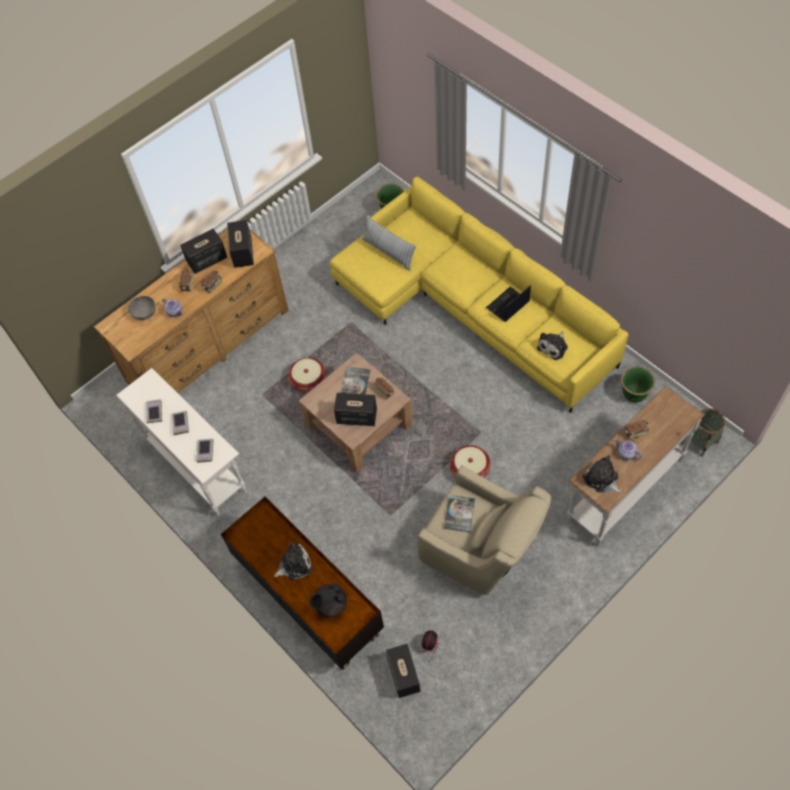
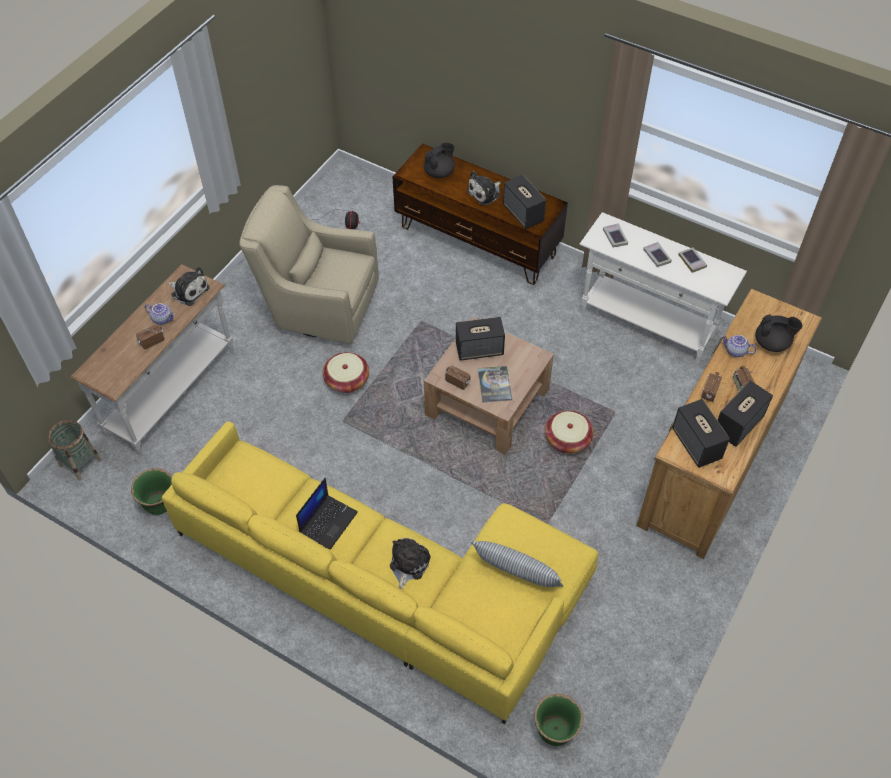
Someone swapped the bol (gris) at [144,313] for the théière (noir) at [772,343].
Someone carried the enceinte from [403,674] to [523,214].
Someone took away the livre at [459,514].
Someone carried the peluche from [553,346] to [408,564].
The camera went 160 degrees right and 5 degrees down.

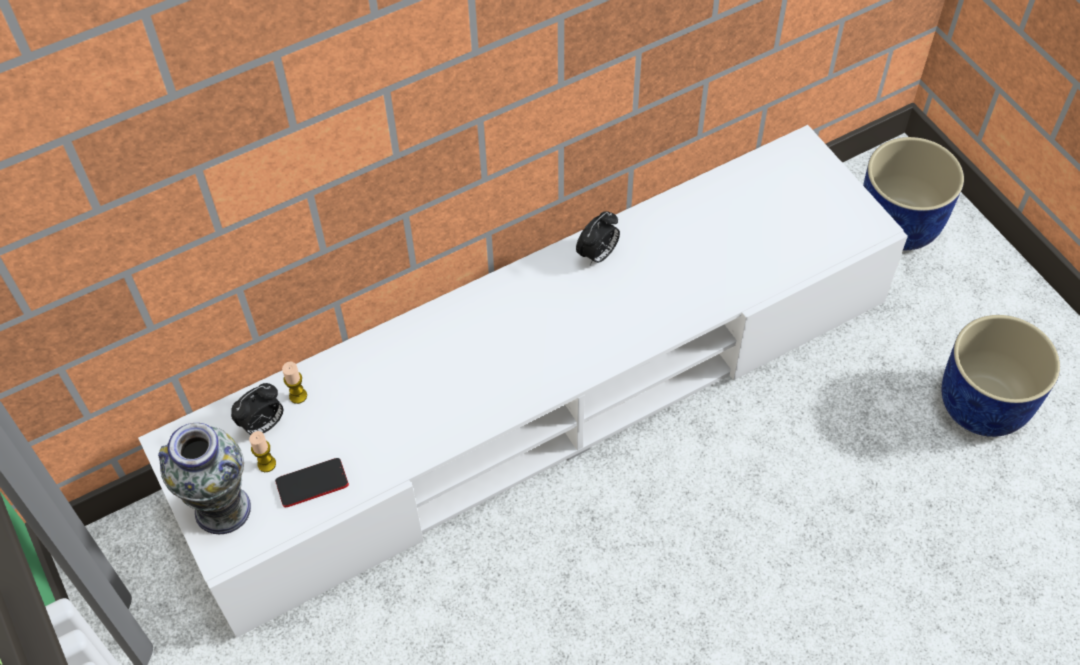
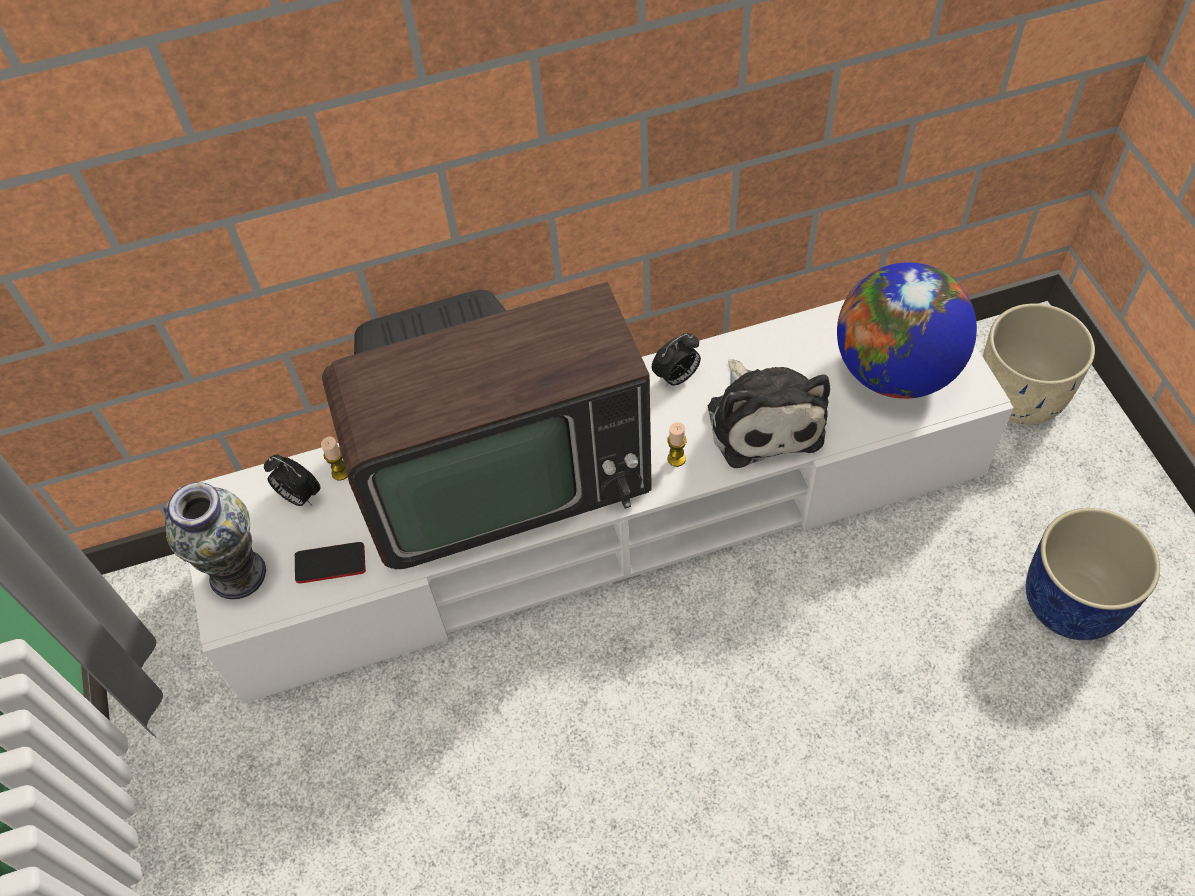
Someone rotated the réveil at [263,425] by 60 degrees clockwise.
Someone carried the bougie from [266,464] to [676,459].
Someone repainted the cache-pot (bleu) at [899,222], which became the cache-pot (beige) at [1020,394].
Someone put down the téléviseur at [497,472].
Someone put down the peluche at [763,419].
Someone put down the globe at [895,371].
The camera went 15 degrees right and 0 degrees up.

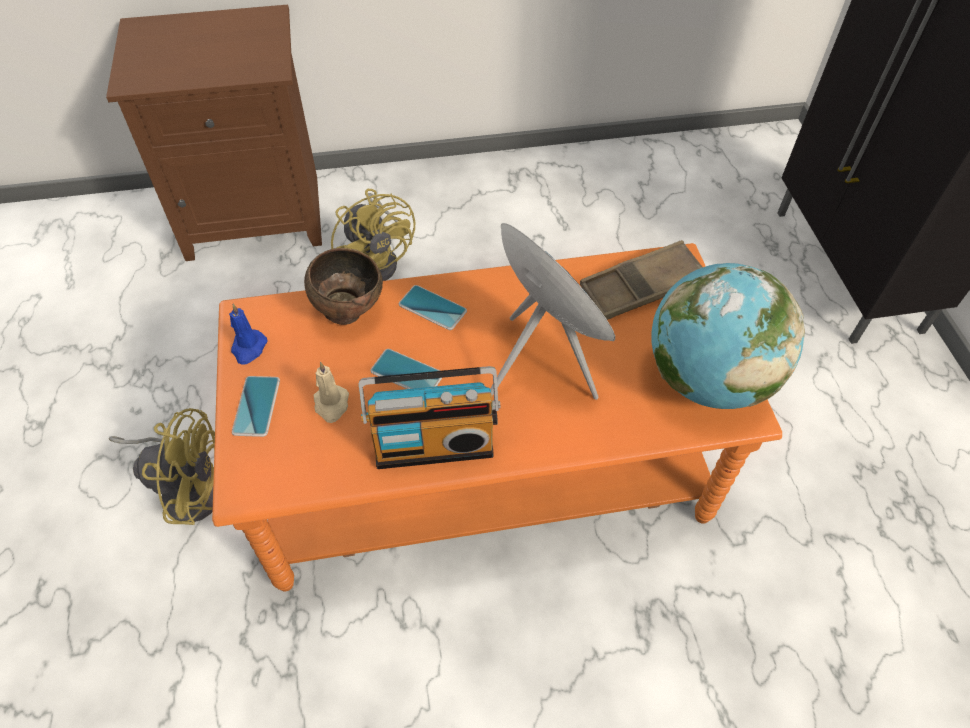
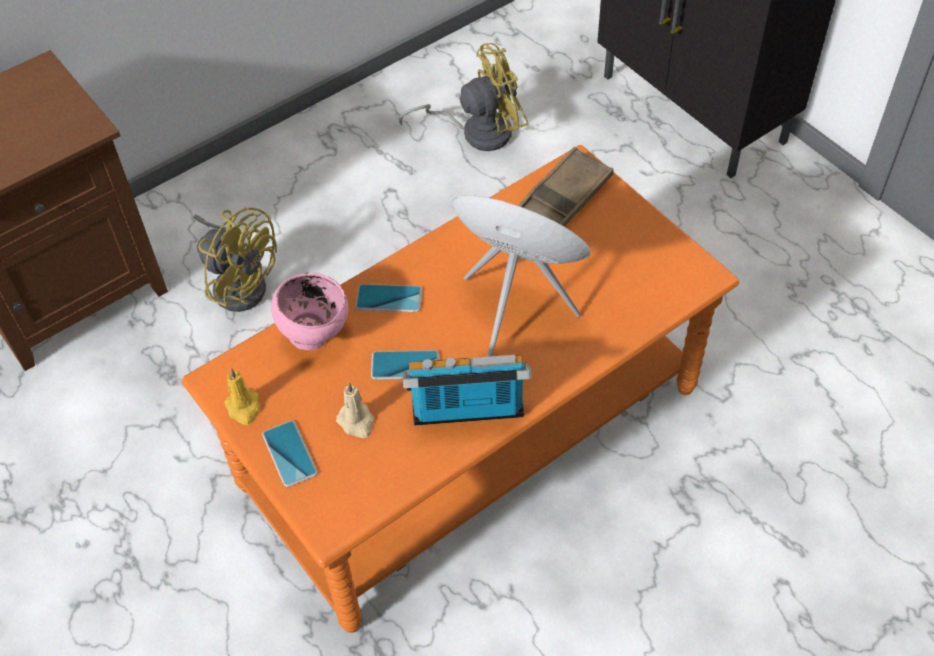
Someone carried the ventilateur (jaune) from [187,487] to [477,131].
Someone repainted the bougie (bleu) at [248,348], which became the bougie (jaune) at [244,408].
Someone repainted the bol (marron) at [349,312], which became the bol (rose) at [314,335].
Someone rotated the radio at [433,443] by 150 degrees counterclockwise.
Someone took away the globe at [707,379].
The camera went 25 degrees left and 0 degrees up.

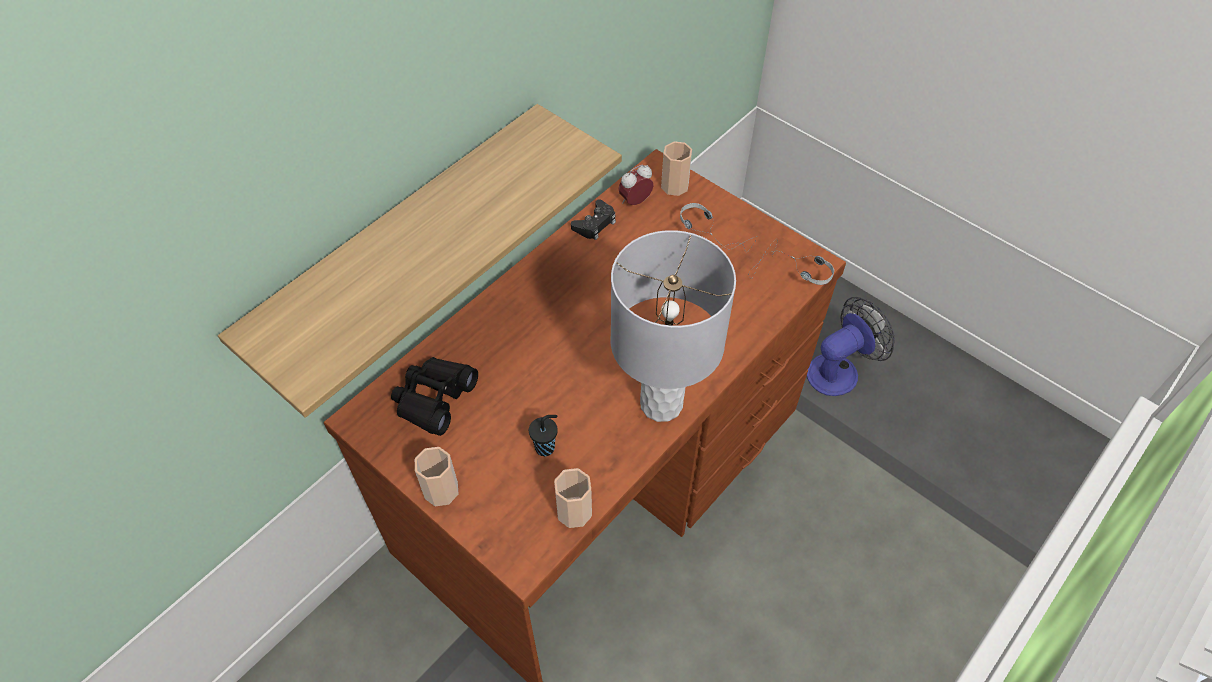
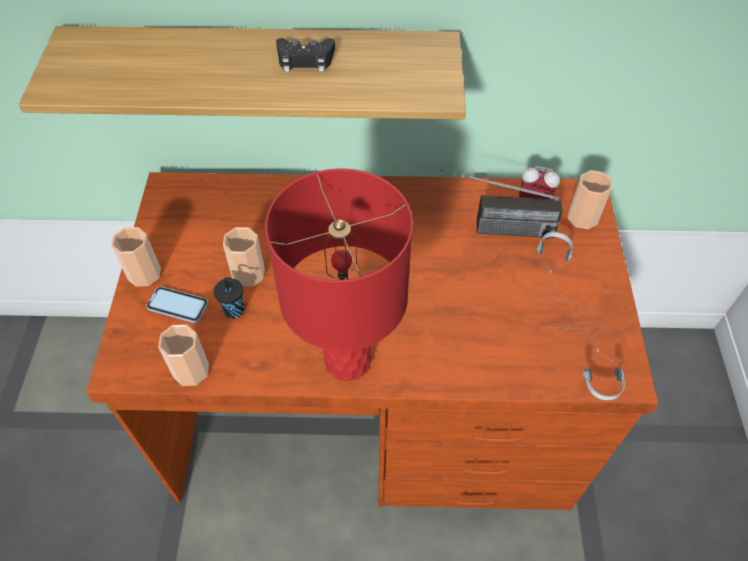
Someone took away the jumelles (noir) at [434,399].
Someone carried the manette (noir) from [595,224] to [305,60].
Someone repainted the lampe de table (gris) at [660,403], which became the lampe de table (rouge) at [347,360].
Someone took away the ventilateur at [839,370].
Someone put down the téléphone at [178,305].
Someone put down the tasse at [248,274].
Someone put down the radio at [493,229].
The camera went 50 degrees right and 0 degrees up.

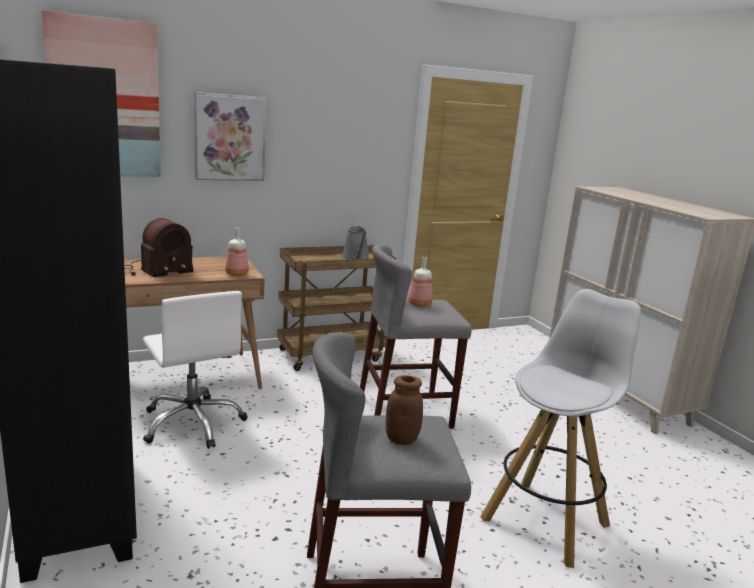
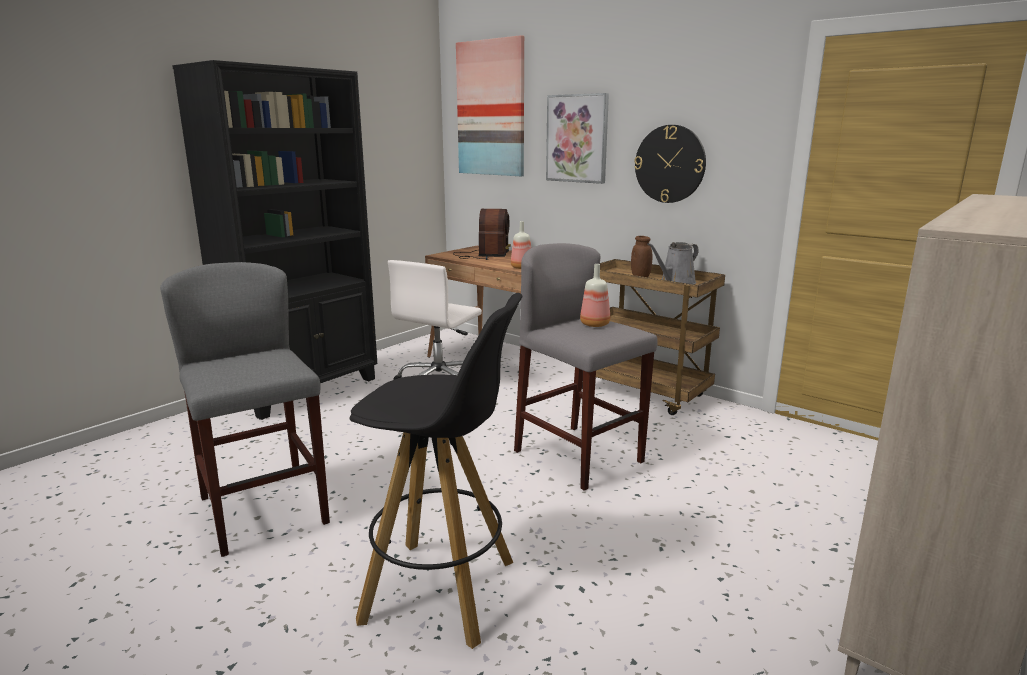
Someone rotated the radio at [155,270] by 105 degrees counterclockwise.
Someone carried the bocal (marron) from [401,439] to [640,276].
Someone repainted the tabouret (blanc) at [546,521], which became the tabouret (noir) at [442,591].
Someone put up the horloge murale at [670,164].
The camera went 65 degrees right and 0 degrees up.

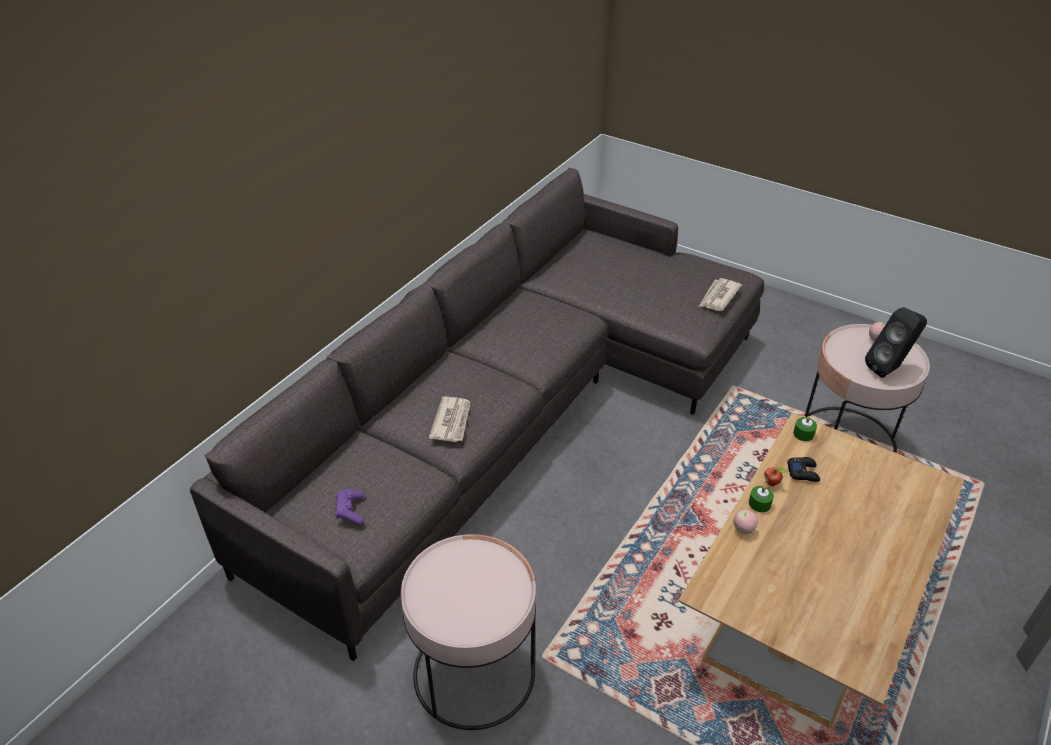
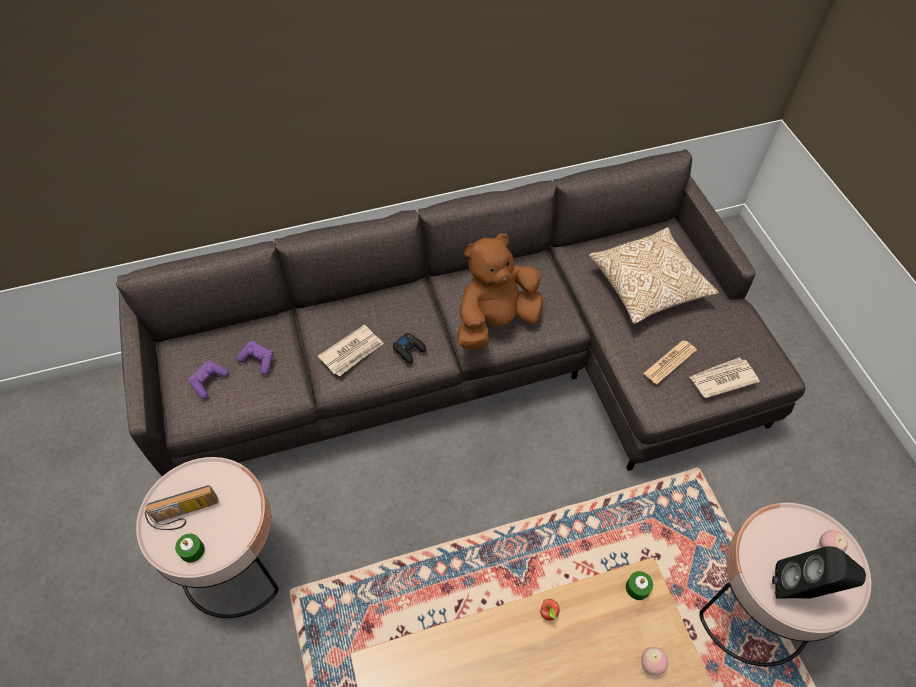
Someone carried the pomme from [743,530] to [651,664].
Someone carried the bougie (vert) from [759,503] to [192,550].
Someone carried the manette (noir) from [803,472] to [409,350].
Someone put down the radio at [185,515].
Someone put down the manette (violet) at [258,361].
Someone put down the peluche (marron) at [495,322].
Someone put down the coussin at [647,286].
Someone put down the journal at [670,362].
The camera went 40 degrees right and 15 degrees up.

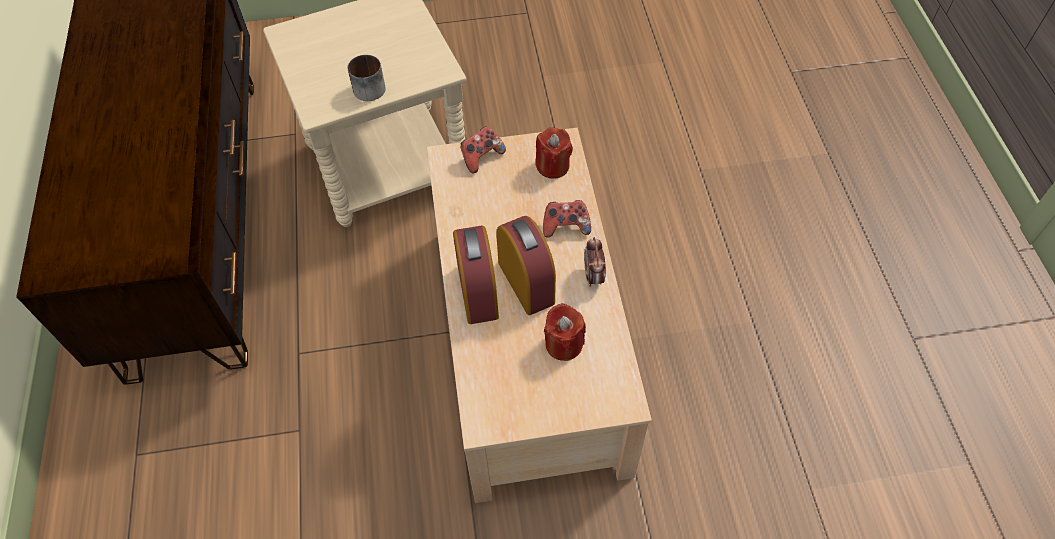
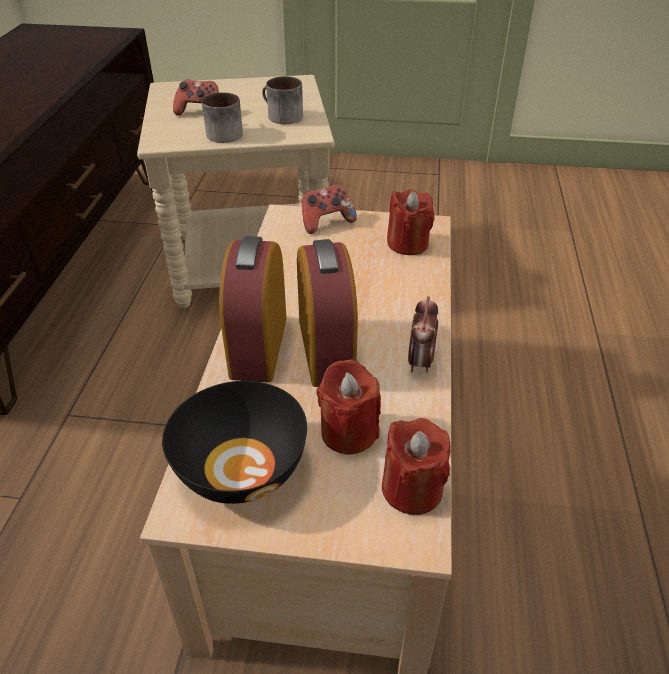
Someone carried the manette from [566,226] to [200,113].
Someone put down the bol (noir) at [241,467].
Someone put down the mug at [280,116].
Someone put down the bougie (rouge) at [412,489].
The camera went 15 degrees right and 15 degrees down.

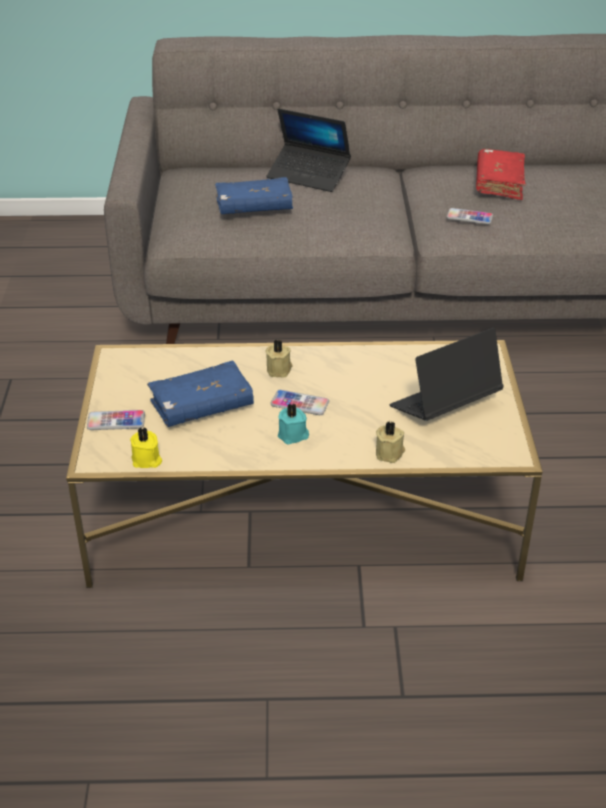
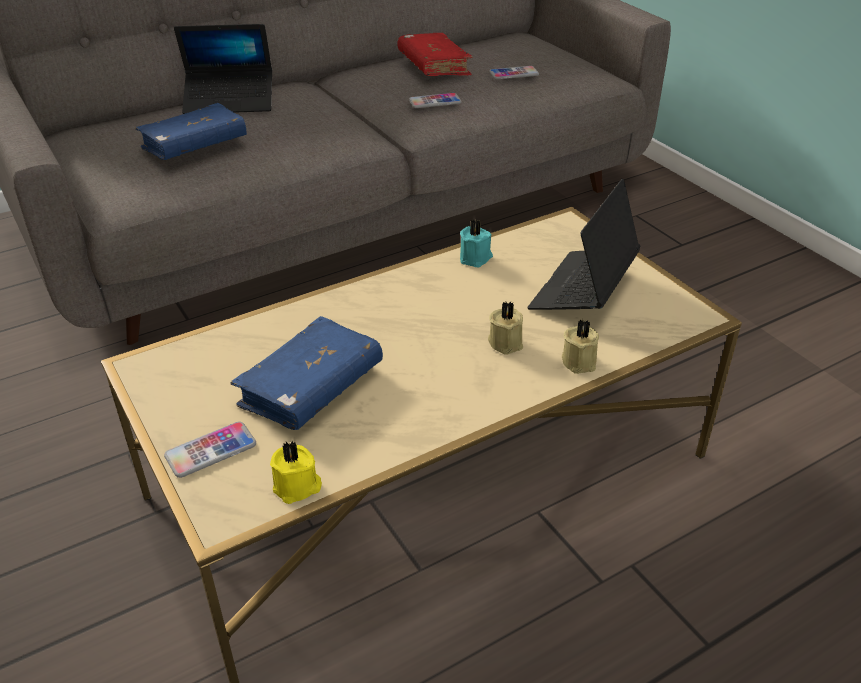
Someone carried the bougie (beige) from [280,369] to [506,342].
Someone carried the téléphone from [299,403] to [513,74].
Someone carried the bougie (turquoise) from [293,435] to [476,258].
The camera went 30 degrees left and 0 degrees up.

